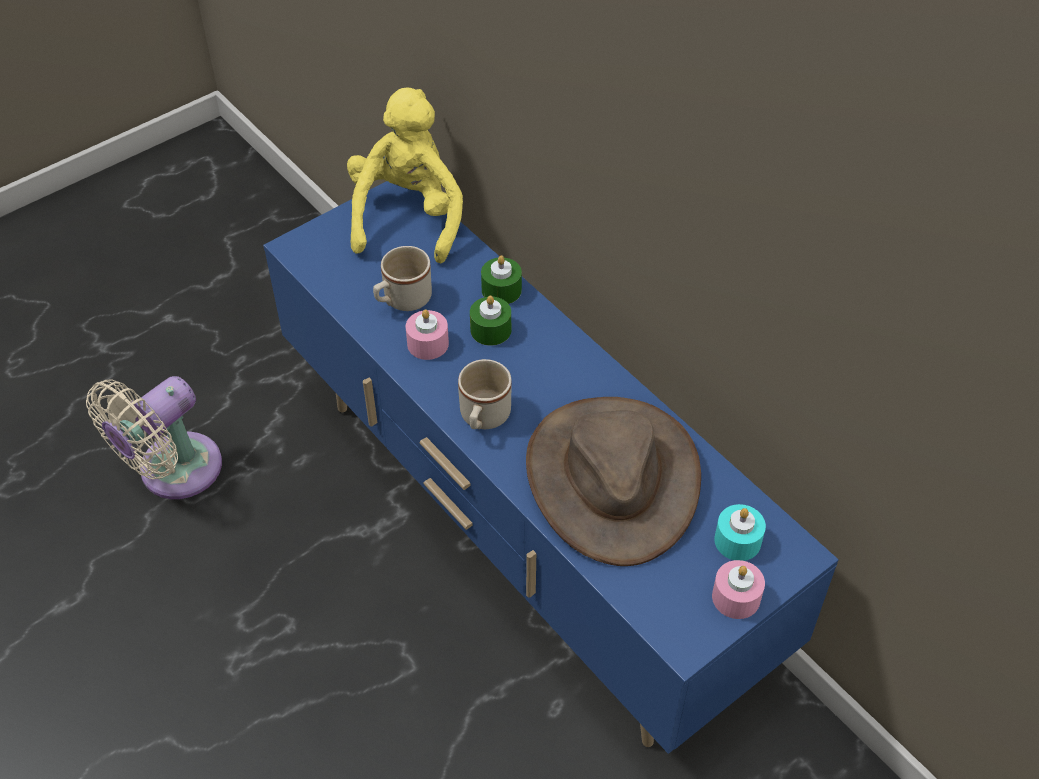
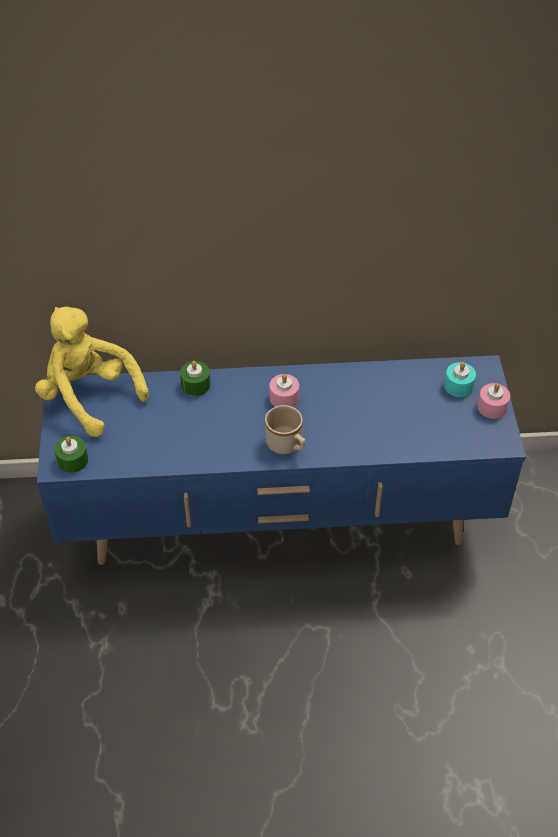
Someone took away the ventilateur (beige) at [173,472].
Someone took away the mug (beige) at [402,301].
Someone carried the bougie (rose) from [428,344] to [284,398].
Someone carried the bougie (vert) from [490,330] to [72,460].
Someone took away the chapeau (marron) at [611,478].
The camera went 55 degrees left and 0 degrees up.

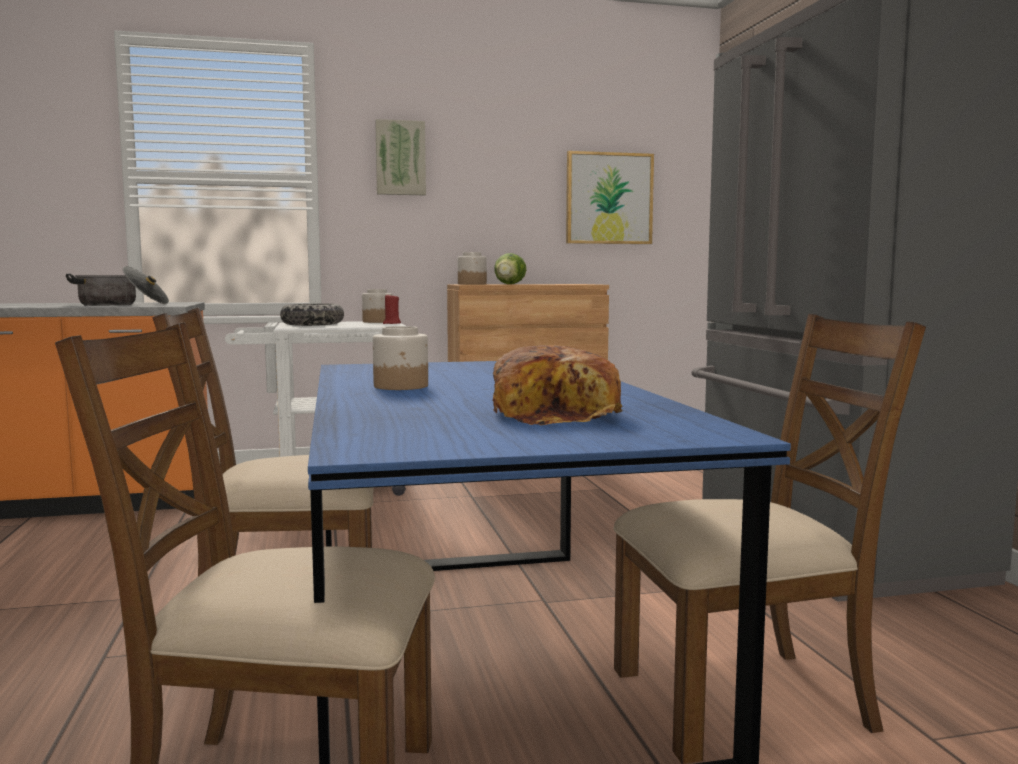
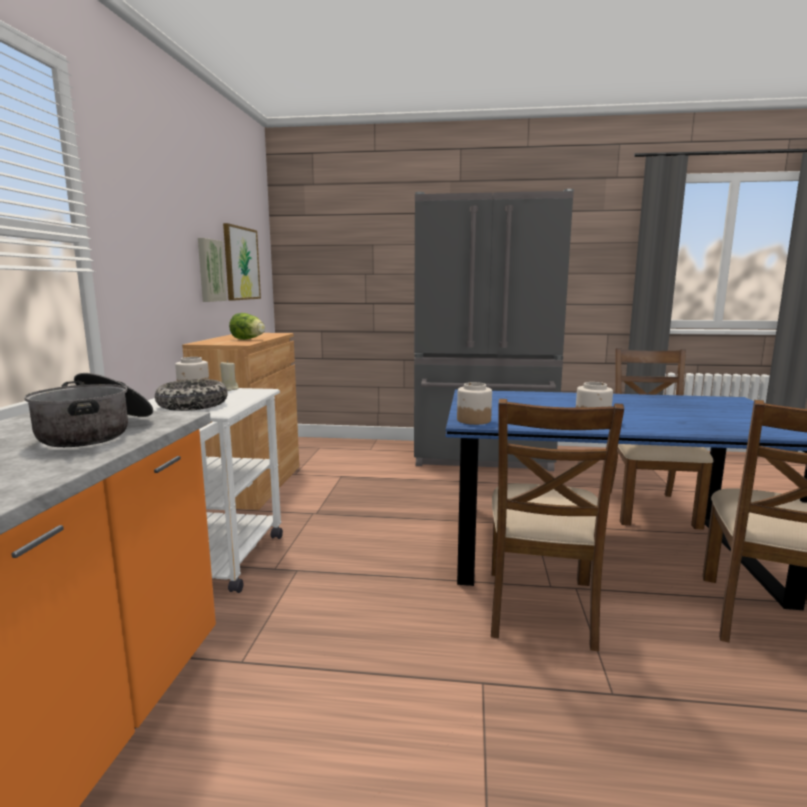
Someone carried the tableau from [400,158] to [210,270].
Someone repainted the bougie (rouge) at [391,323], which became the bougie (beige) at [229,389].
Someone carried the bocal from [472,284] to [473,420].
Someone took away the pain at [558,414].
The camera went 70 degrees left and 5 degrees up.

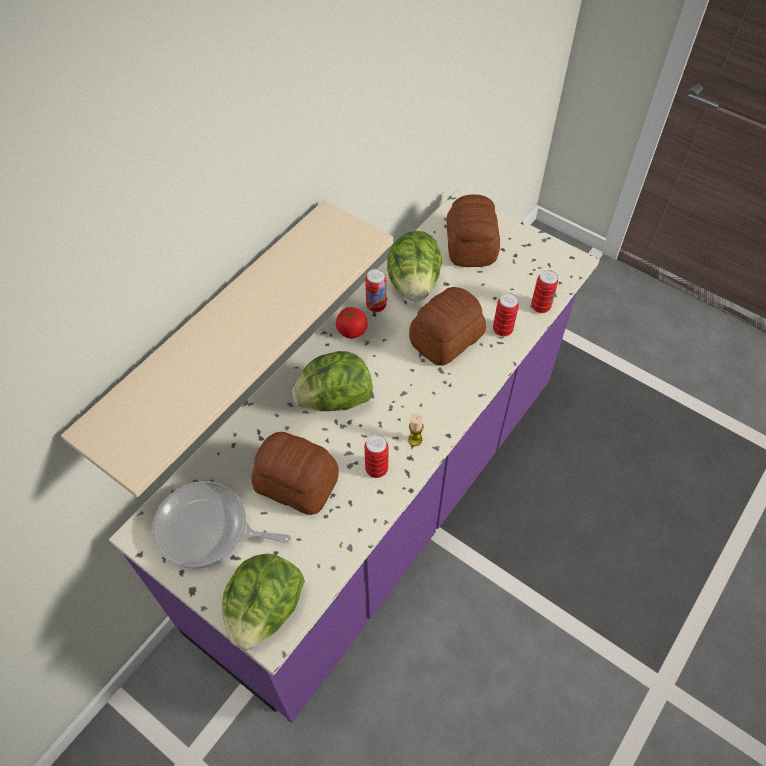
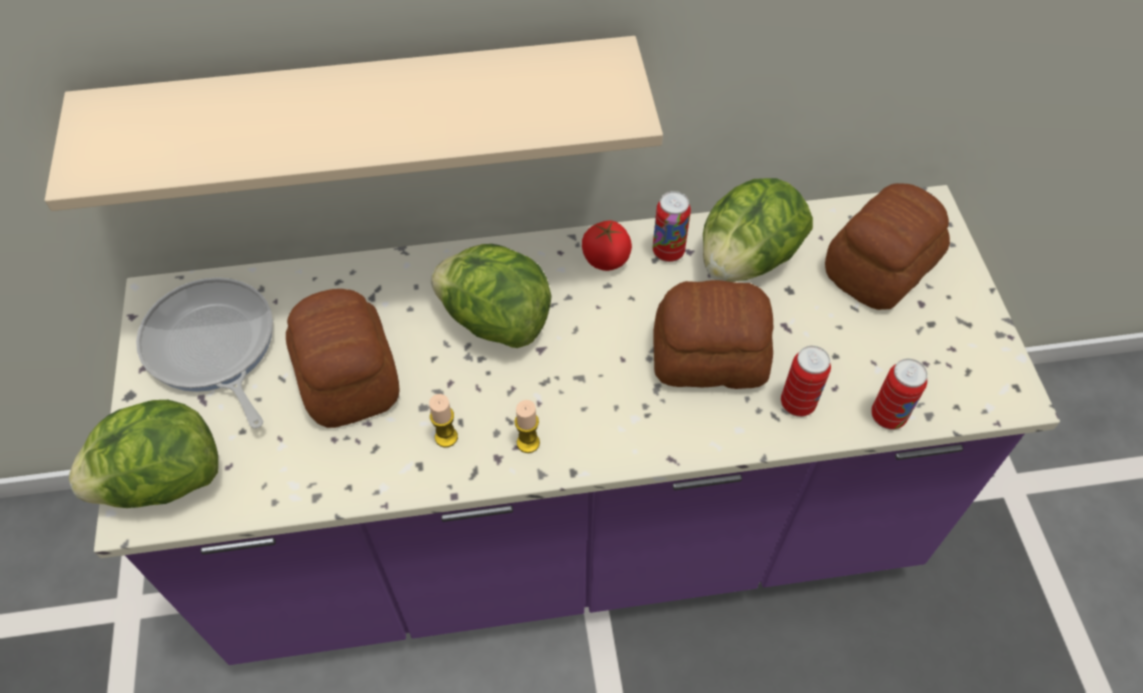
Someone swapped the boîte métallique at [376,469] for the bougie at [446,437].
The camera went 45 degrees right and 0 degrees up.

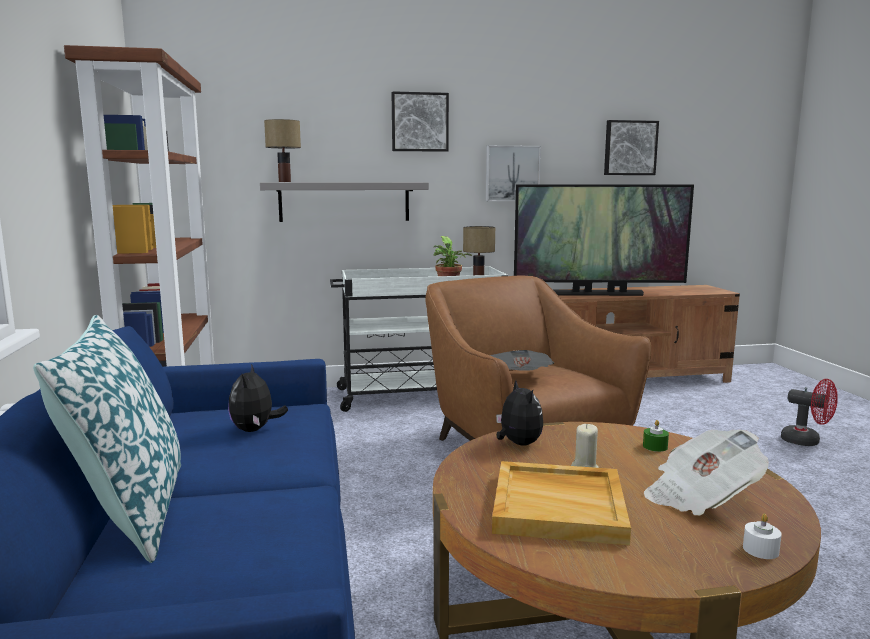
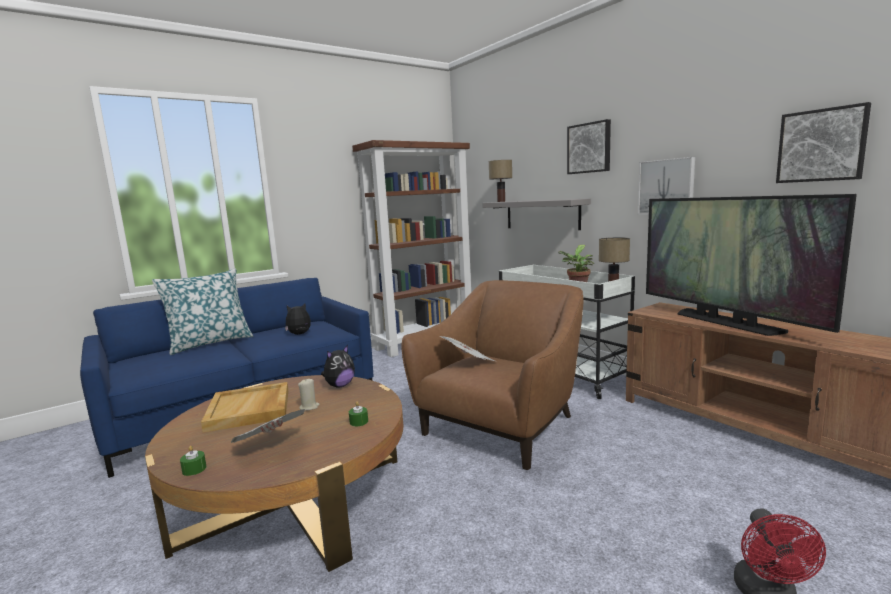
Someone repainted the bougie (blanc) at [760,550], which became the bougie (vert) at [194,469].
The camera went 65 degrees right and 0 degrees up.

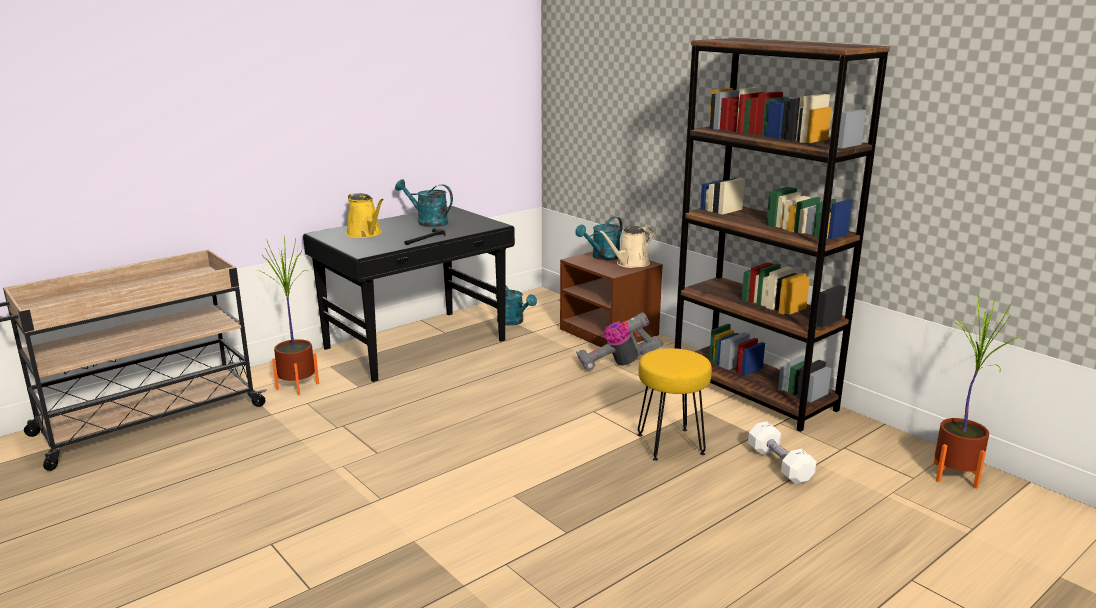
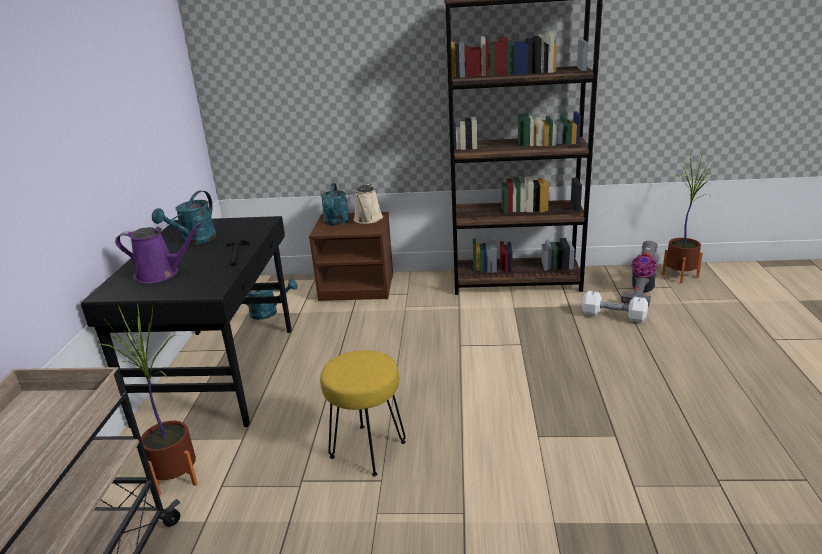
Someone repainted the arrosoir (jaune) at [365,234], which became the arrosoir (violet) at [161,274].
Someone rotated the arrosoir (turquoise) at [427,222] by 45 degrees counterclockwise.
Someone carried the aspirateur from [618,363] to [640,292].
Someone carried the tabouret (jaune) from [670,444] to [367,449].
The camera went 45 degrees left and 5 degrees up.

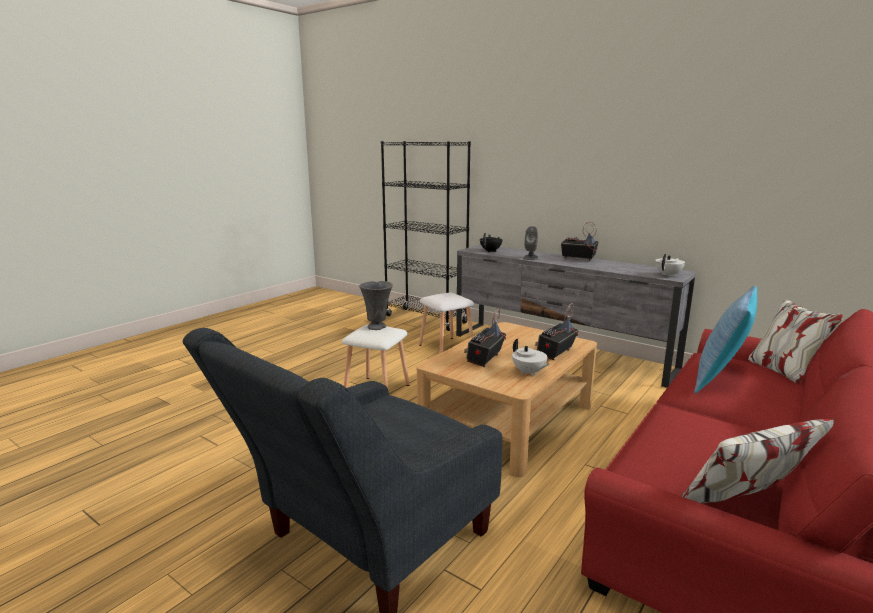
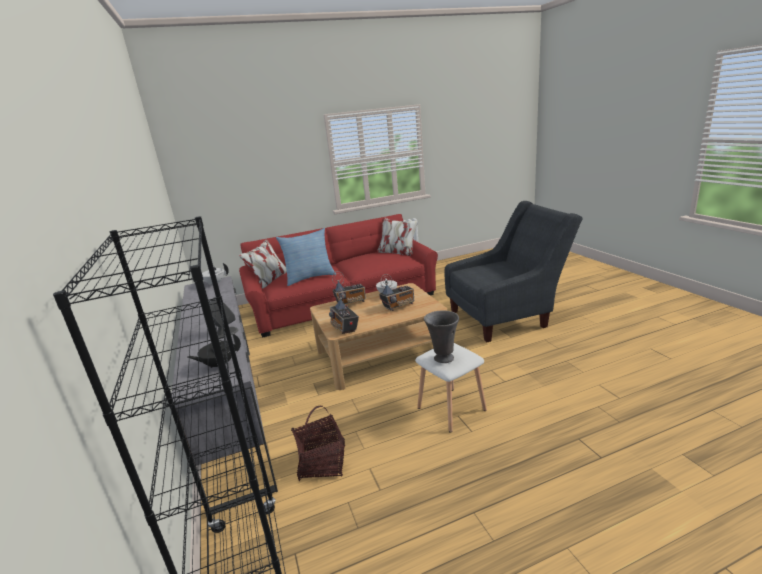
Someone swapped the tabouret (blanc) at [446,347] for the panier at [323,463].
Someone carried the radio from [578,258] to [345,328].
The camera went 145 degrees left and 5 degrees up.

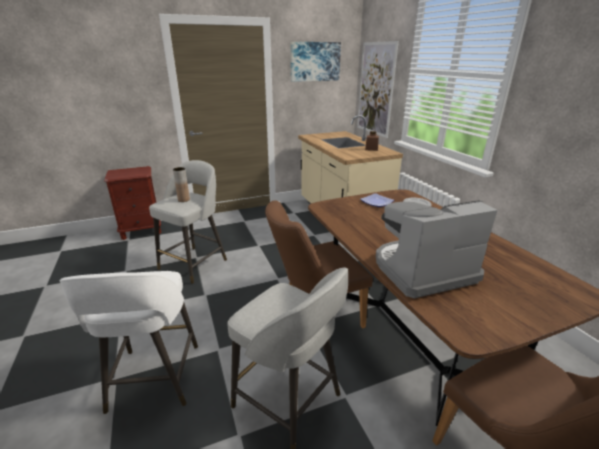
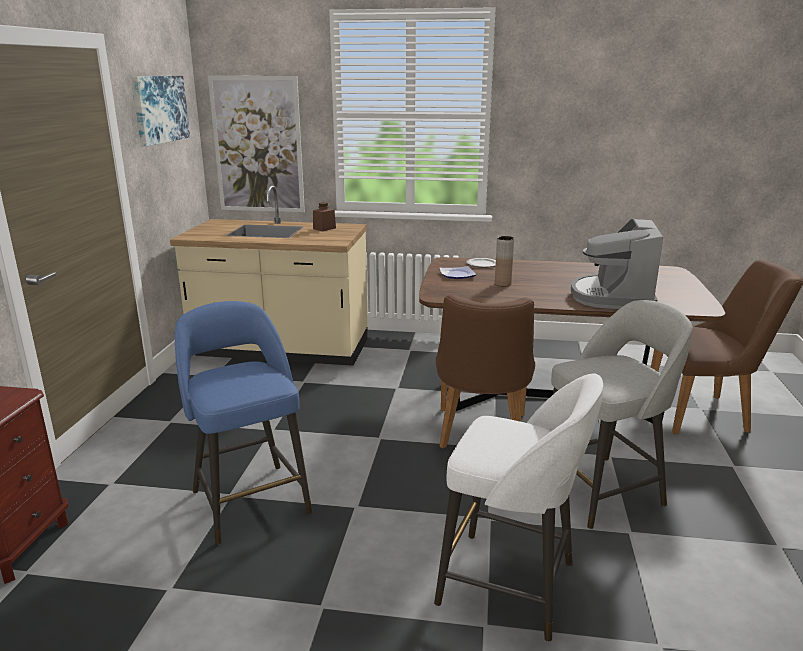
Someone repainted the tabouret (gris) at [195,263], which became the tabouret (bleu) at [249,499].
Someone carried the vase (marron) from [184,200] to [502,284].
The camera went 60 degrees left and 5 degrees down.

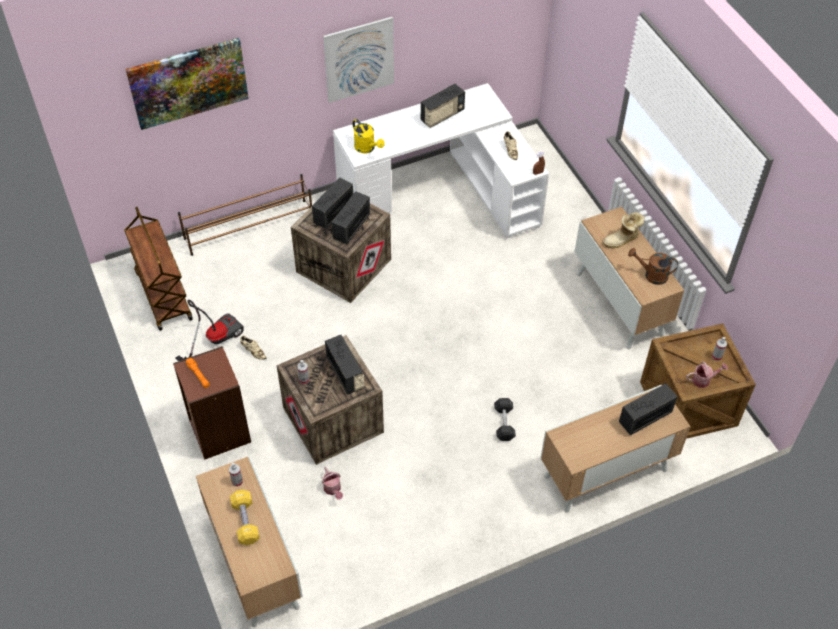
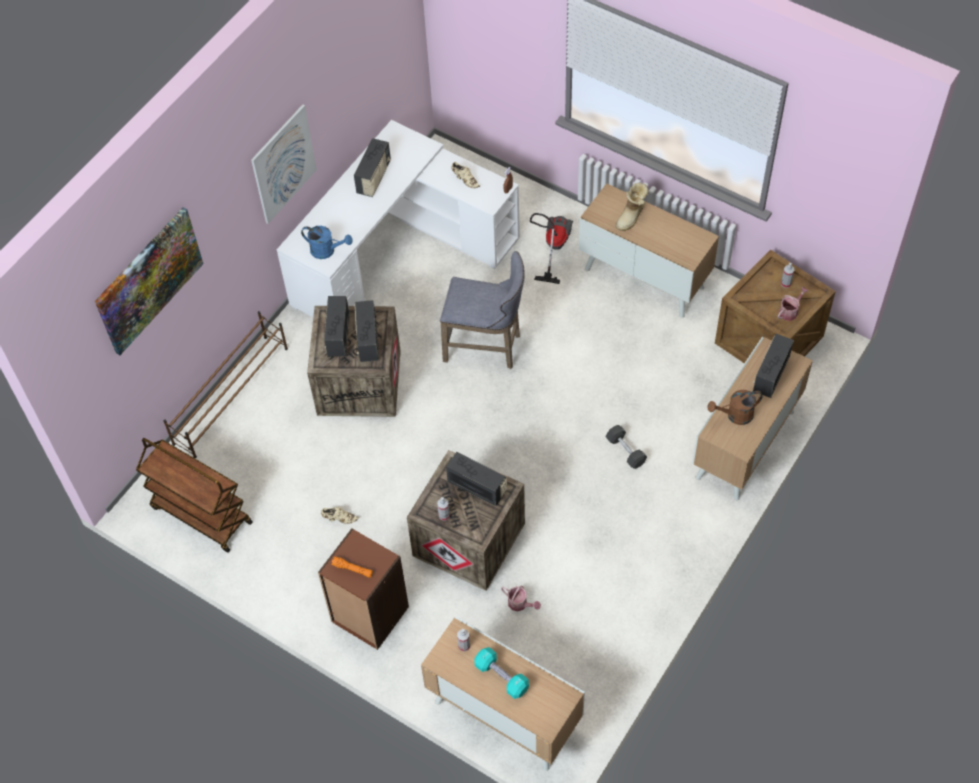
Someone carried the aspirateur from [214,339] to [552,247].
Someone repainted the haltère (jaune) at [245,521], which became the haltère (turquoise) at [501,677].
Someone repainted the arrosoir (jaune) at [367,148], which became the arrosoir (bleu) at [327,251].
Someone carried the arrosoir (marron) from [651,275] to [735,416].
Someone put down the tabouret (gris) at [486,347].
The camera went 30 degrees left and 5 degrees up.

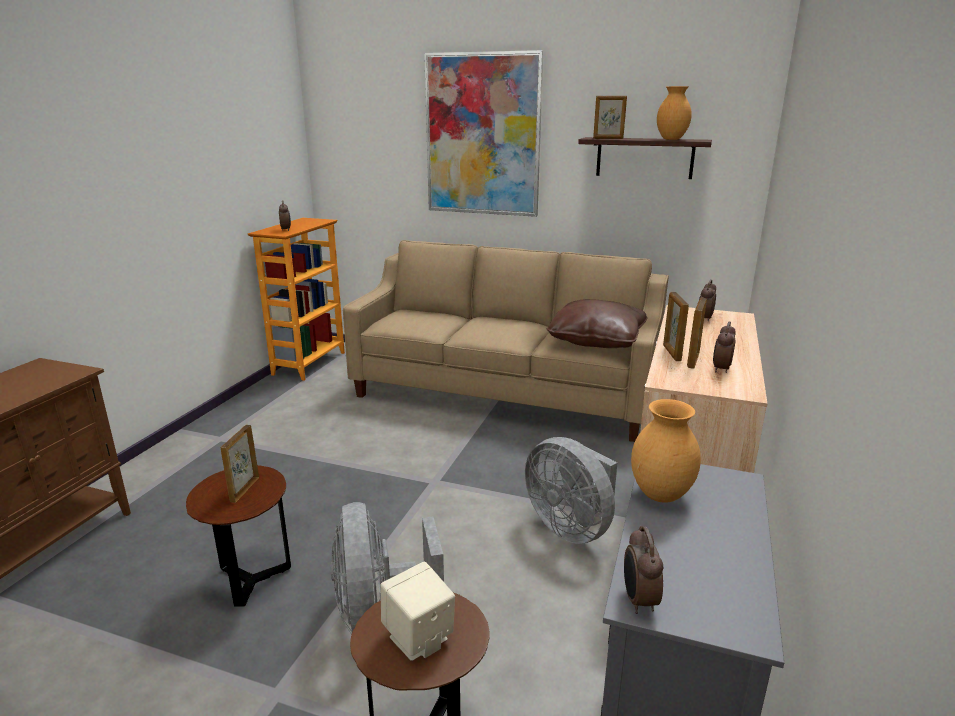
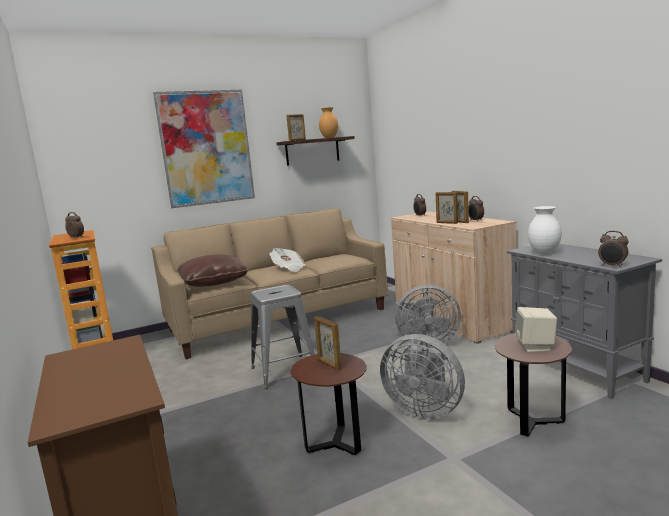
Someone carried the coussin (marron) from [597,340] to [213,282].
Someone repainted the vase (marron) at [661,495], which became the vase (blanc) at [545,253].
Someone put down the tabouret (gris) at [284,371].
Someone put down the journal at [288,269].
The camera went 45 degrees left and 10 degrees down.

